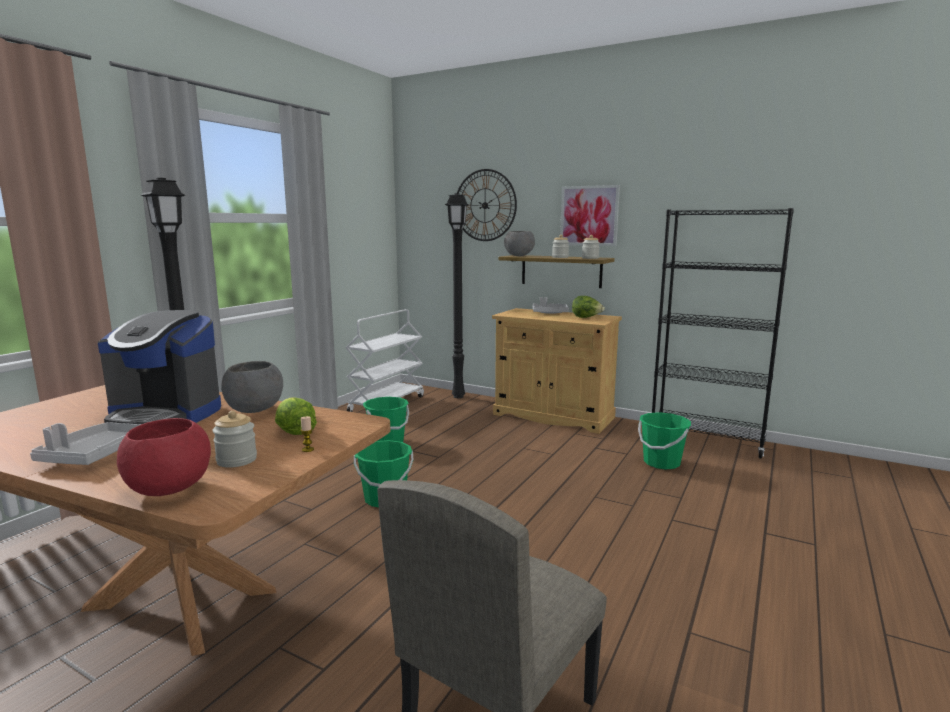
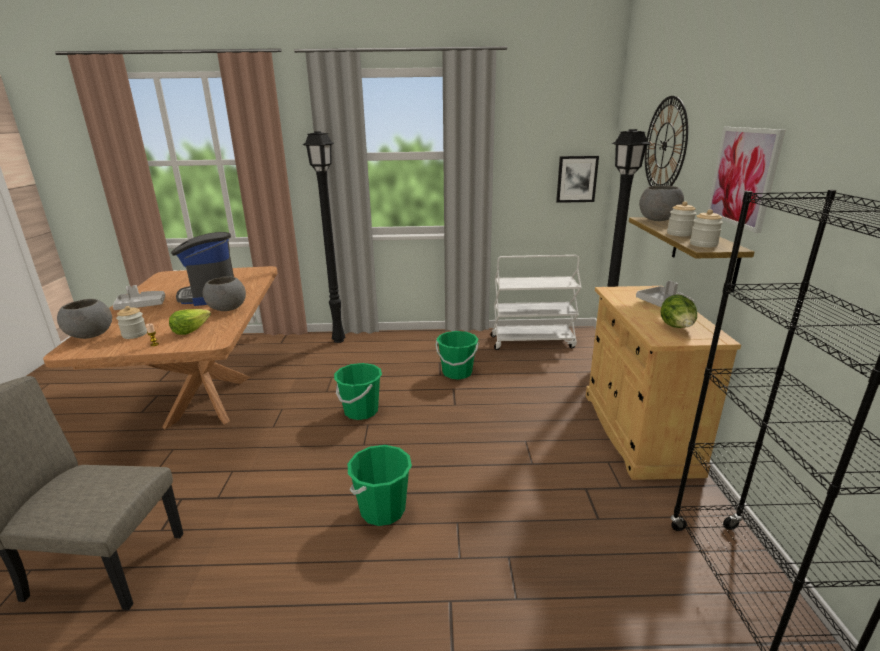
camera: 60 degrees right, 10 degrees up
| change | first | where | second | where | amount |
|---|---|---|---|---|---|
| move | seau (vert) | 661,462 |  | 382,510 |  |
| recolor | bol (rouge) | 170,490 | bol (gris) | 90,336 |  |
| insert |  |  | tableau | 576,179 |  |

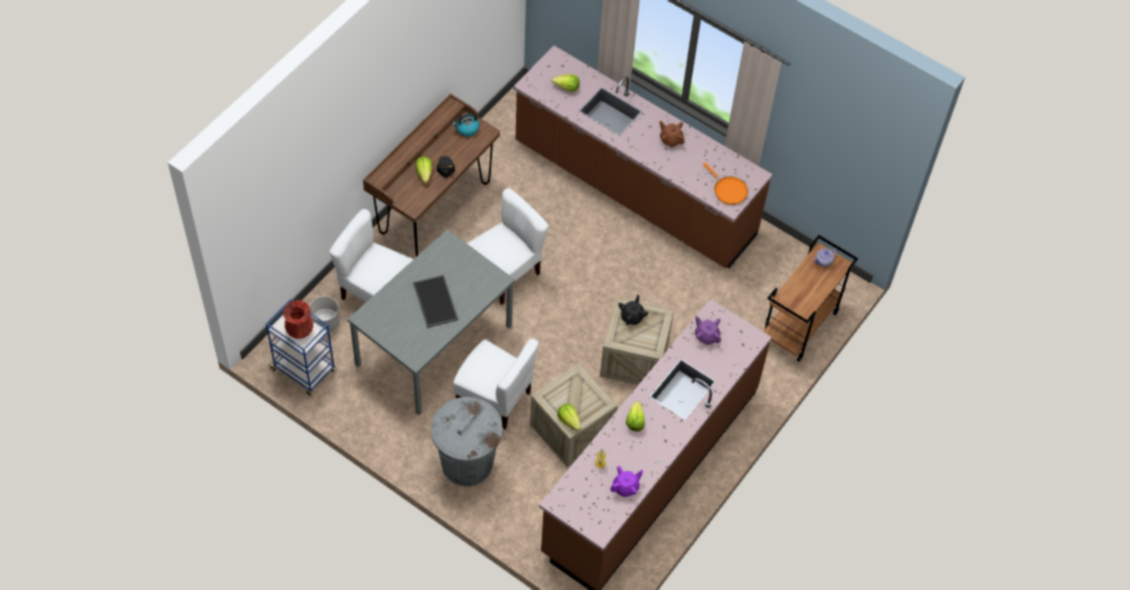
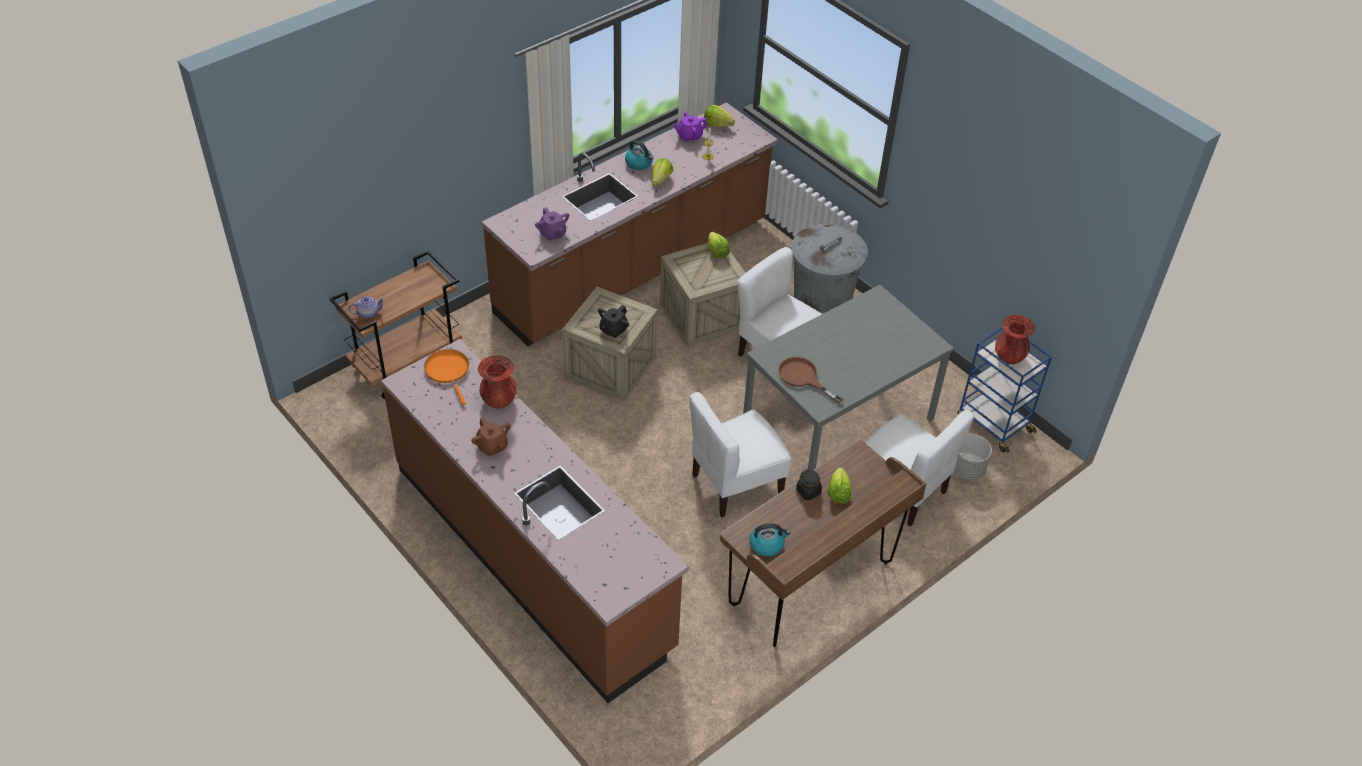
camera: 165 degrees left, 10 degrees down
| change | first | where | second | where | amount |
|---|---|---|---|---|---|
| move | laitue | 566,88 |  | 717,124 |  |
| delete | plateau | 436,301 |  |  |  |
| insert |  |  | bouilloire | 639,163 |  |
| insert |  |  | vase (rouge) | 498,400 |  |
| insert |  |  | poêle (marron) | 803,378 |  |

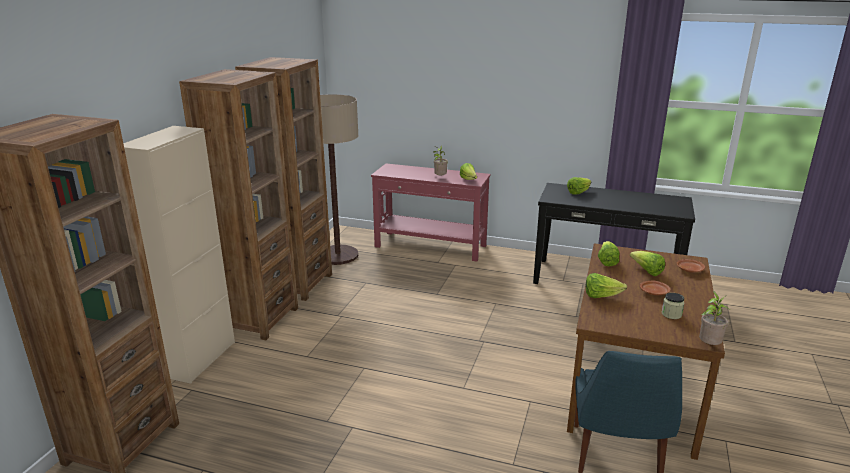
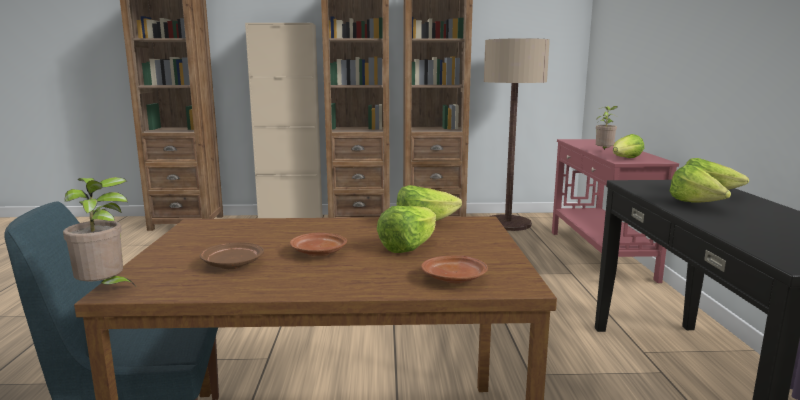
camera: 70 degrees right, 10 degrees down
| change | first | where | second | where | amount |
|---|---|---|---|---|---|
| move | laitue | 601,296 |  | 695,204 |  |
| replace | bocal | 671,314 | assiette (marron) | 232,264 |  |

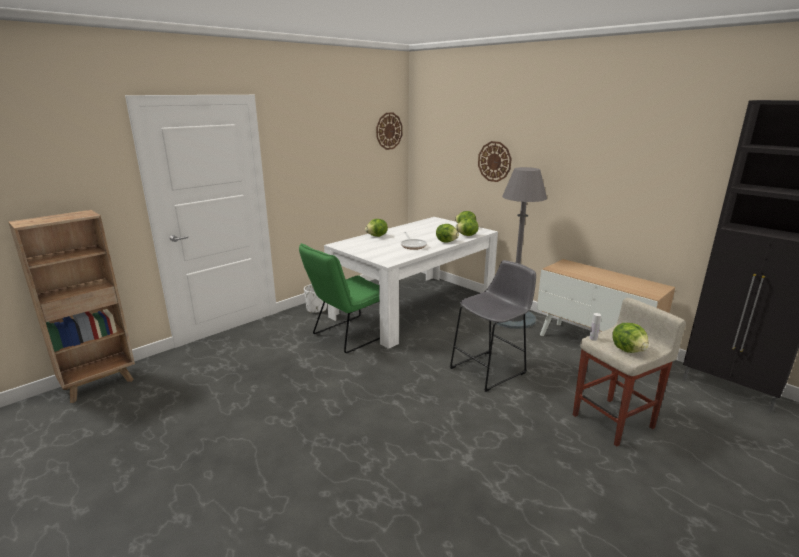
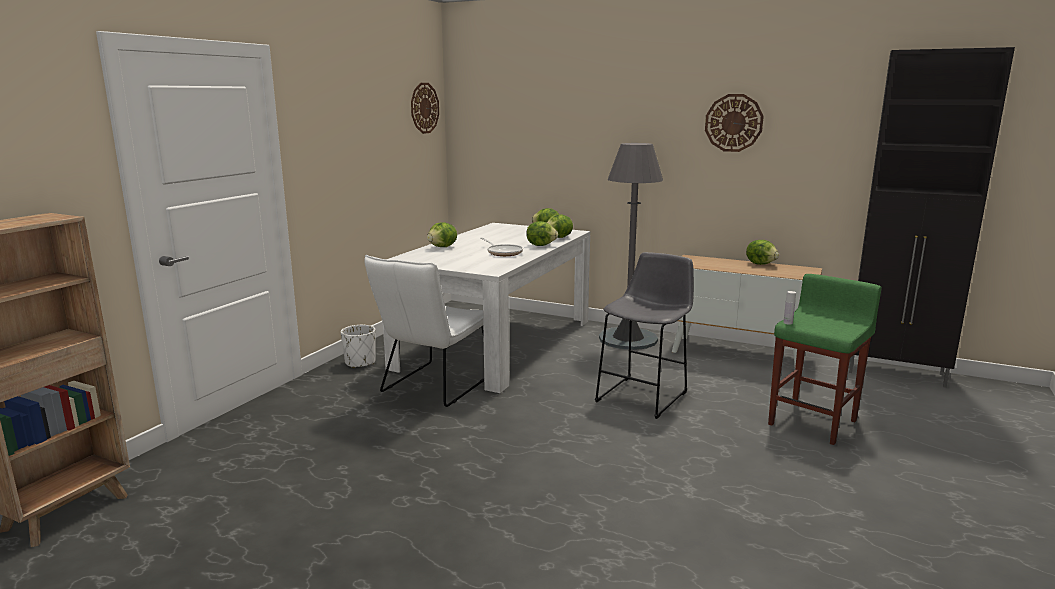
camera: 20 degrees left, 5 degrees down
| change | first | where | second | where | amount |
|---|---|---|---|---|---|
| move | horloge murale | 494,161 |  | 733,123 |  |
| recolor | chaise (vert) | 348,335 | chaise (blanc) | 432,387 |  |
| recolor | tabouret (beige) | 614,421 | tabouret (vert) | 813,422 |  |
| move | laitue | 628,350 |  | 761,264 |  |

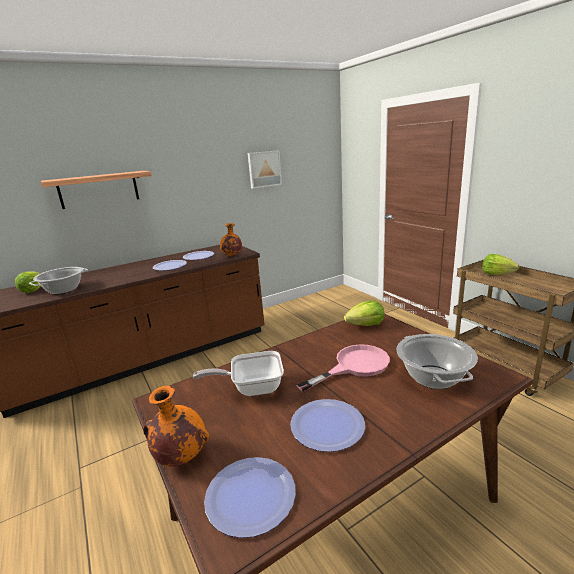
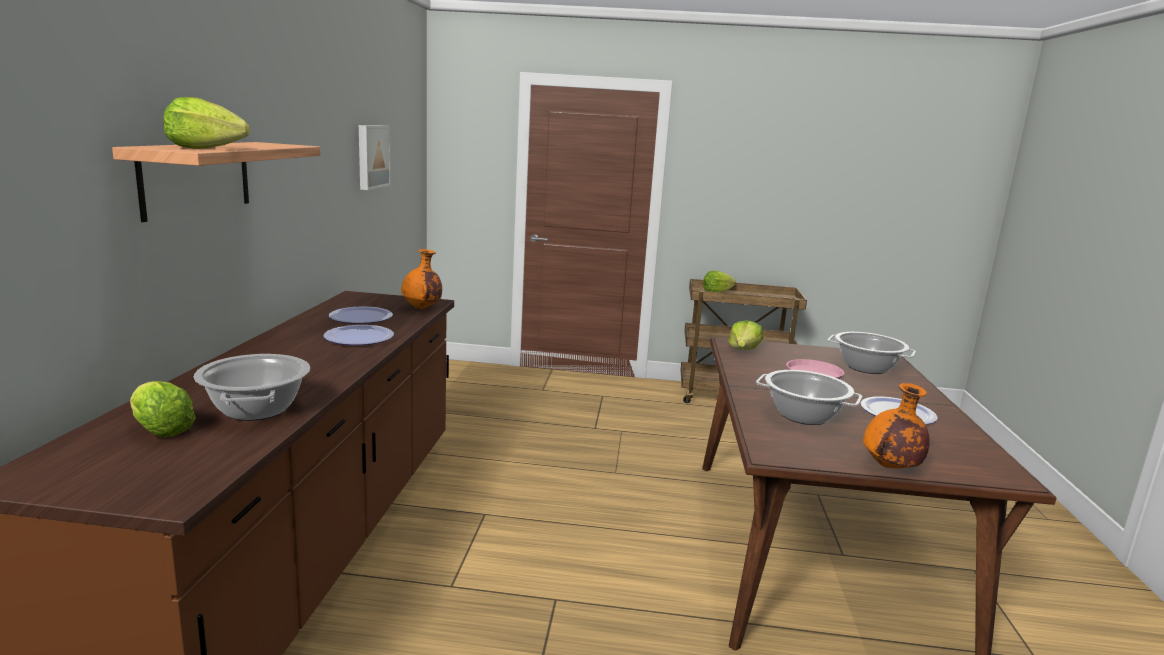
camera: 55 degrees left, 5 degrees down
| change | first | where | second | where | amount |
|---|---|---|---|---|---|
| replace | poêle | 252,388 | marmite | 803,416 |  |
| delete | assiette | 250,496 |  |  |  |
| insert |  |  | laitue | 204,148 |  |

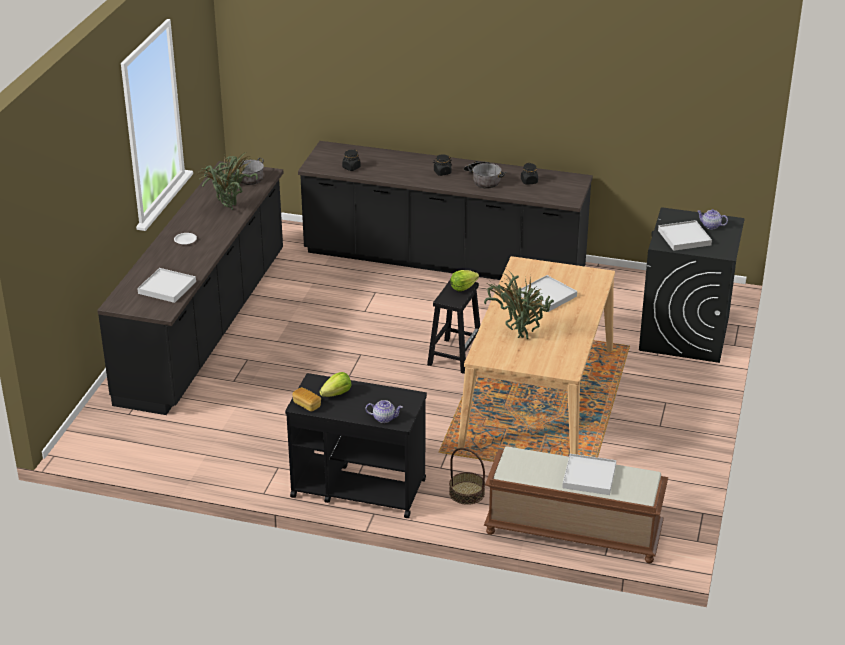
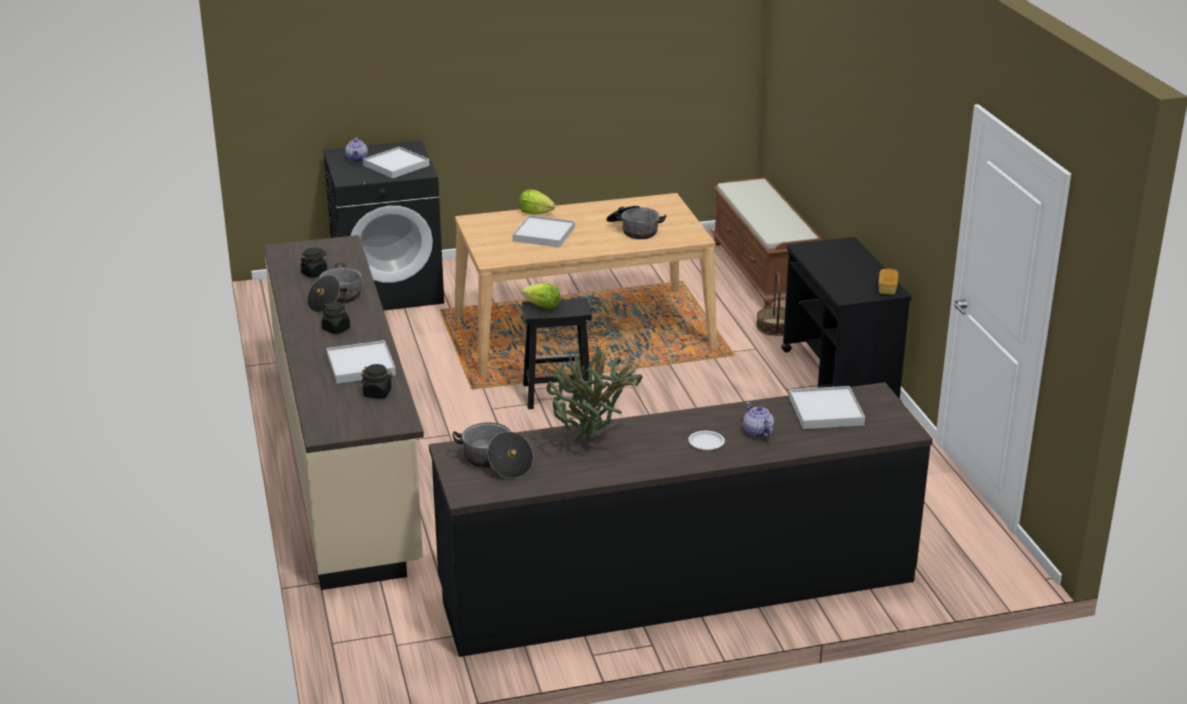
camera: 120 degrees left, 5 degrees down
| change | first | where | second | where | amount |
|---|---|---|---|---|---|
| recolor | comptoir de cuisine (noir) | 444,261 | comptoir de cuisine (beige) | 346,461 |  |
| replace | plante en pot | 519,335 | marmite | 634,230 |  |
| move | laitue | 337,394 |  | 535,213 |  |
| move | théière | 384,418 |  | 757,432 |  |
| move | plateau (blanc) | 589,476 |  | 361,365 |  |

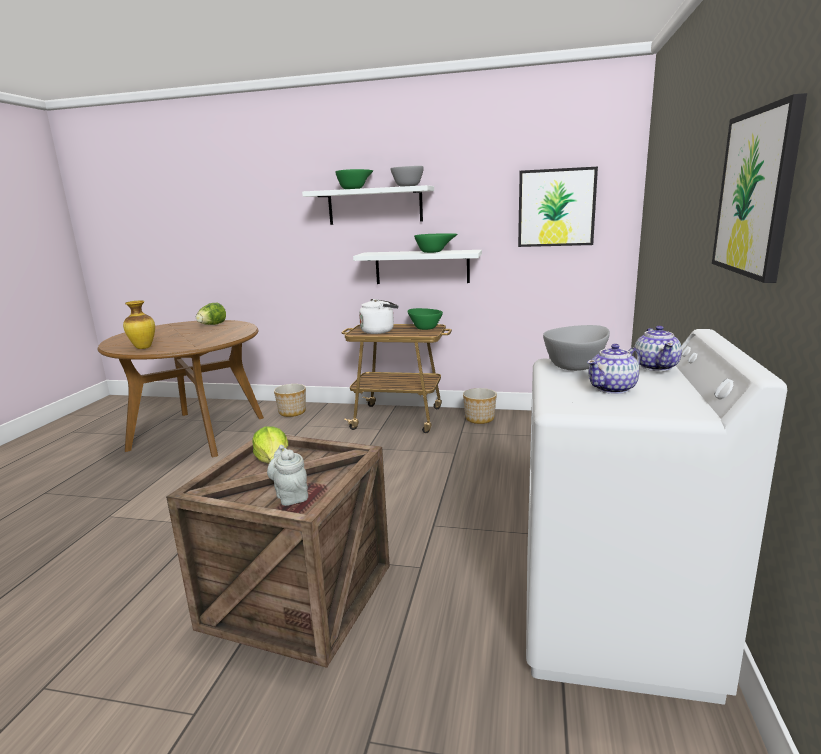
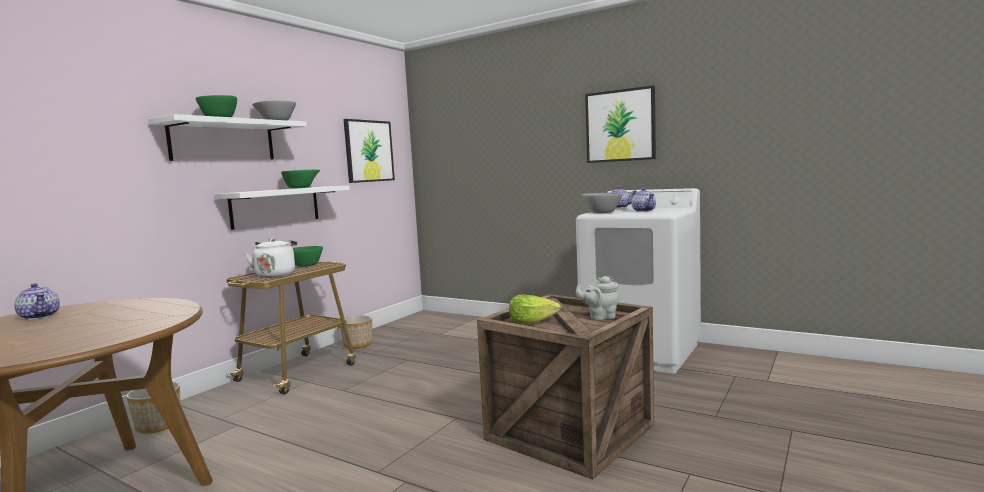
camera: 70 degrees left, 10 degrees down
| change | first | where | second | where | amount |
|---|---|---|---|---|---|
| delete | vase | 143,348 |  |  |  |
| replace | laitue | 212,325 | théière | 40,316 |  |

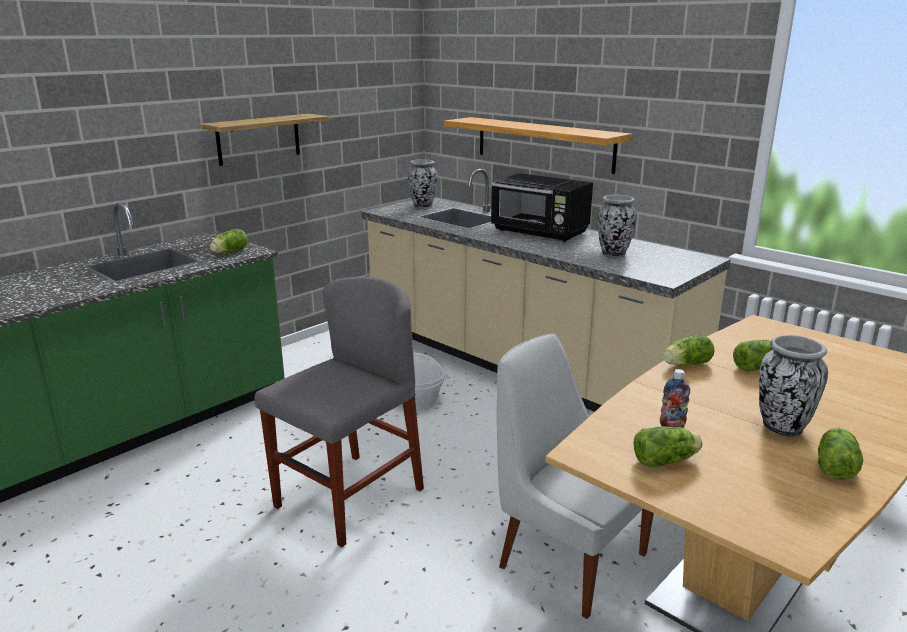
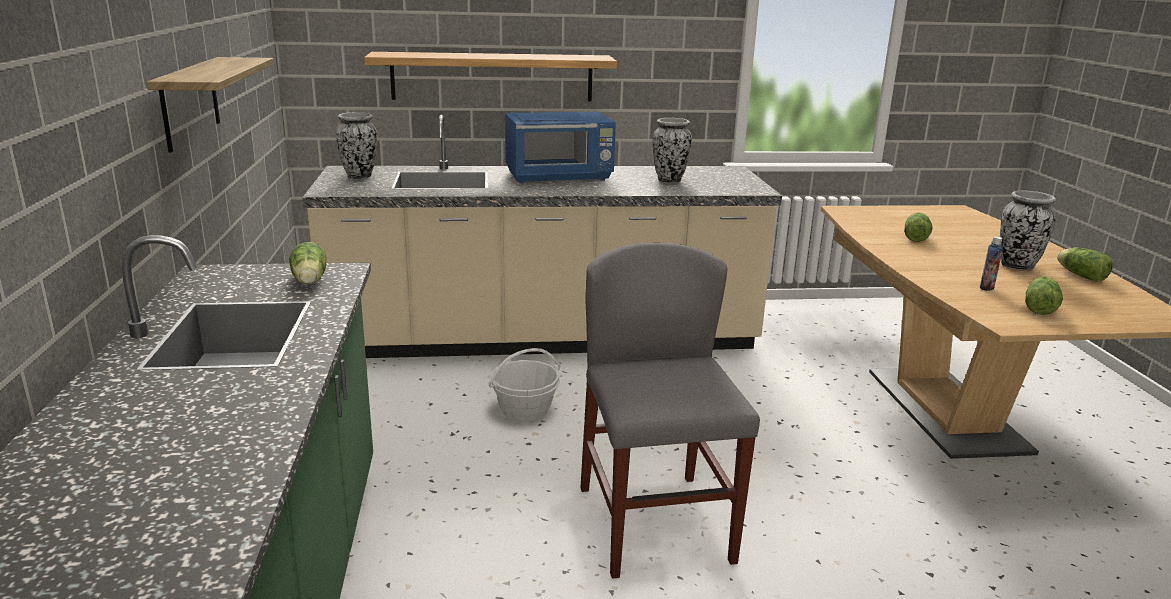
camera: 50 degrees left, 0 degrees up
| change | first | where | second | where | amount |
|---|---|---|---|---|---|
| recolor | micro-ondes (noir) | 540,232 | micro-ondes (bleu) | 560,177 |  |
| delete | chaise (blanc) | 567,558 |  |  |  |
| delete | laitue | 685,364 |  |  |  |

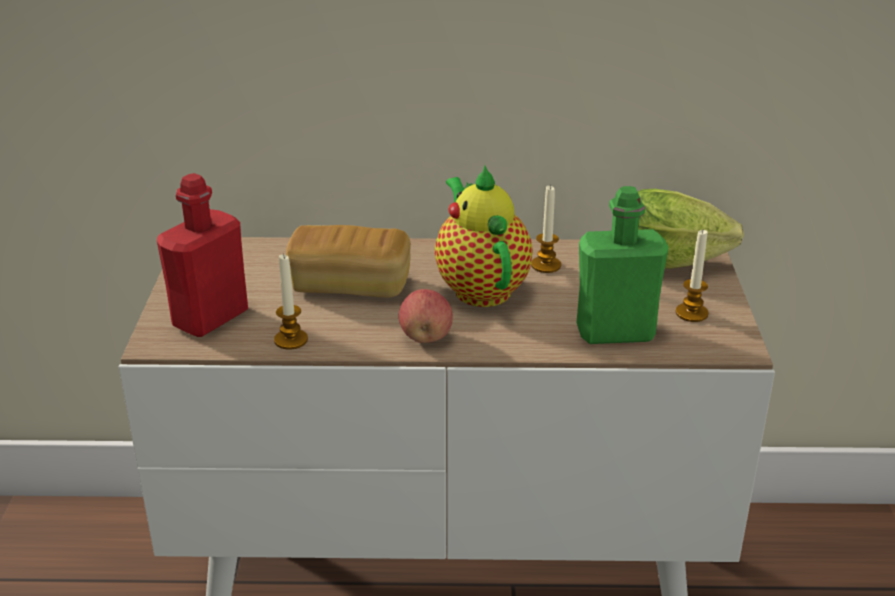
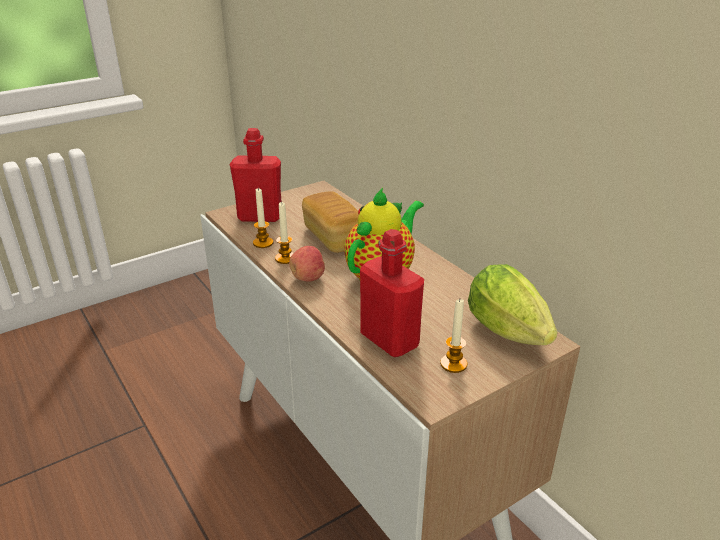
camera: 55 degrees right, 0 degrees up
| change | first | where | second | where | amount |
|---|---|---|---|---|---|
| move | bougie | 546,265 |  | 285,258 |  |
| recolor | bouteille (vert) | 615,332 | bouteille (rouge) | 389,340 |  |

